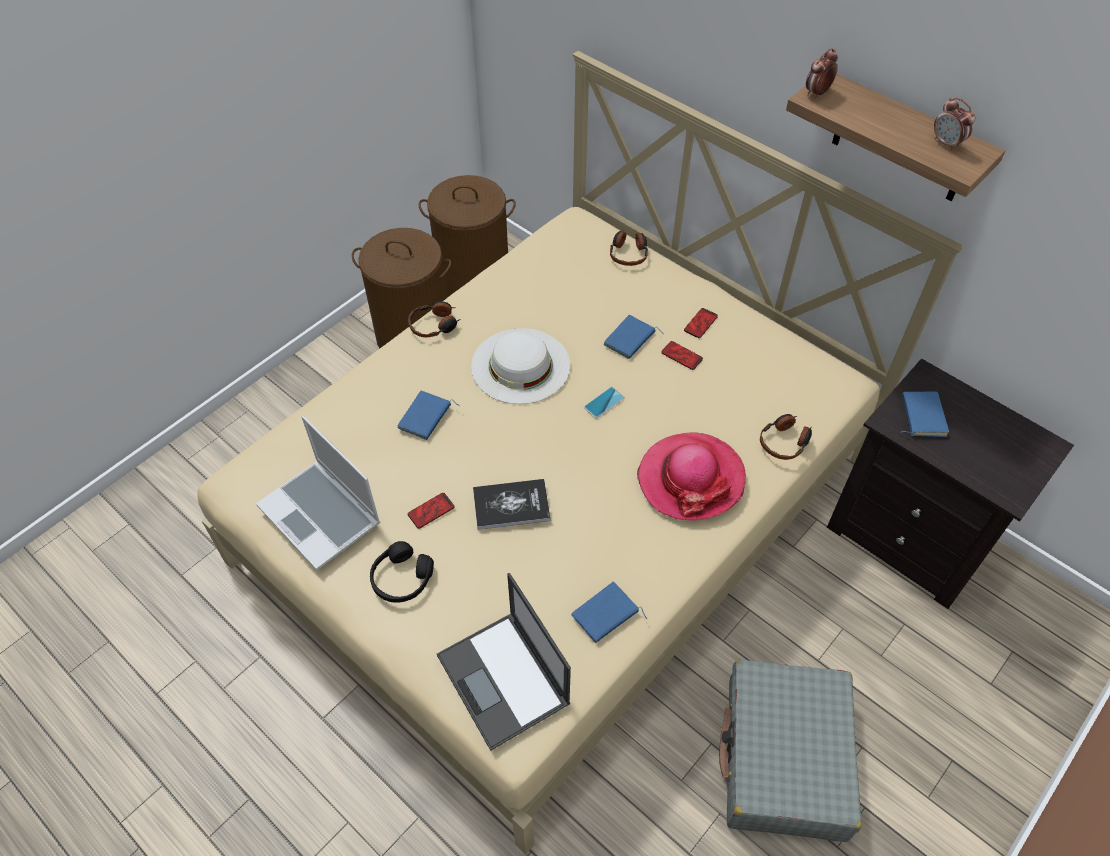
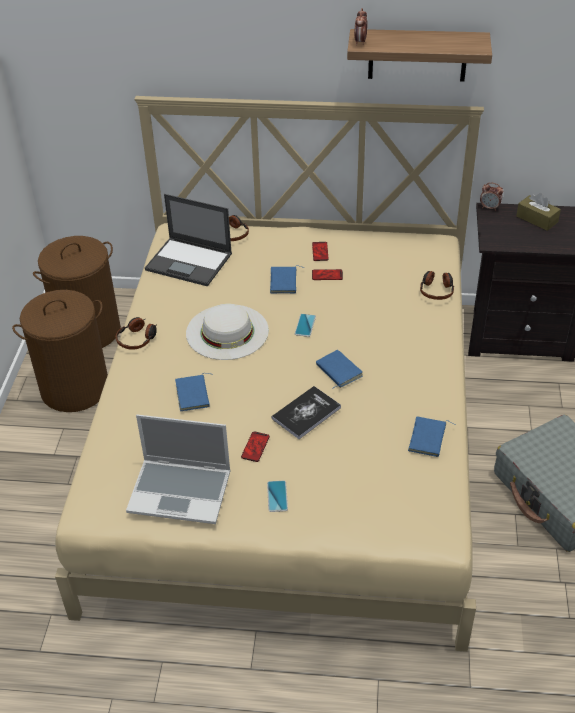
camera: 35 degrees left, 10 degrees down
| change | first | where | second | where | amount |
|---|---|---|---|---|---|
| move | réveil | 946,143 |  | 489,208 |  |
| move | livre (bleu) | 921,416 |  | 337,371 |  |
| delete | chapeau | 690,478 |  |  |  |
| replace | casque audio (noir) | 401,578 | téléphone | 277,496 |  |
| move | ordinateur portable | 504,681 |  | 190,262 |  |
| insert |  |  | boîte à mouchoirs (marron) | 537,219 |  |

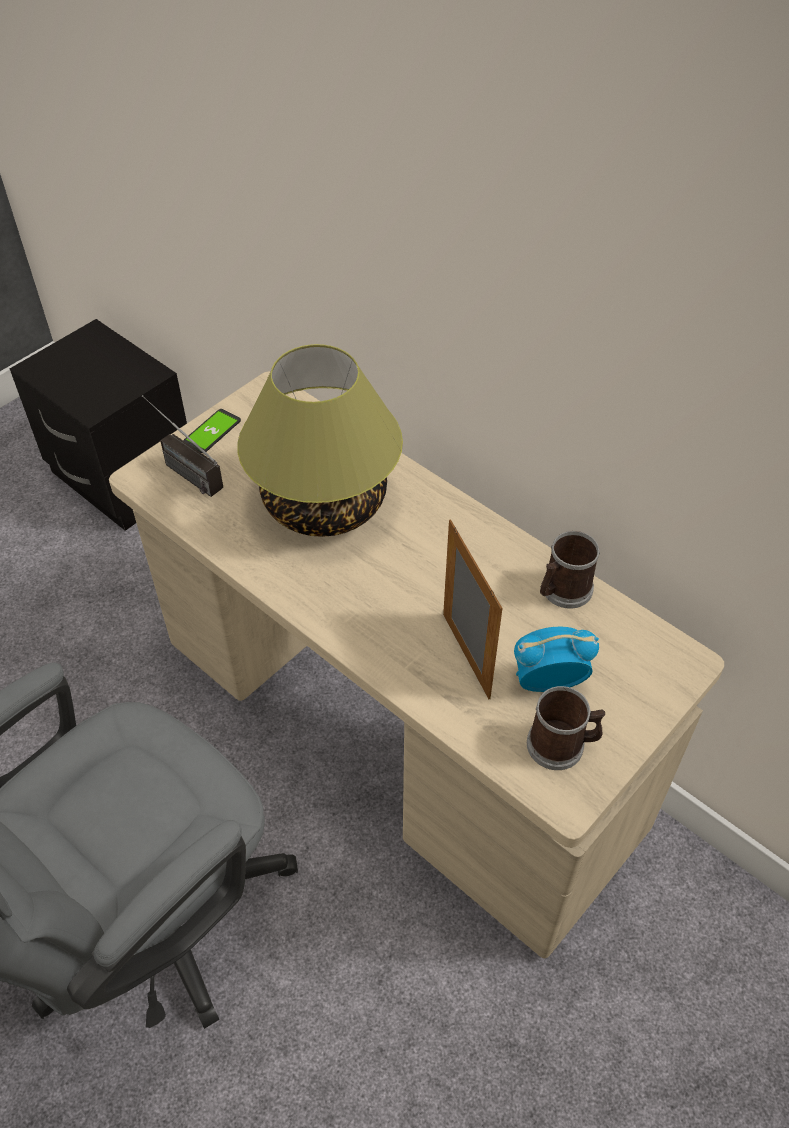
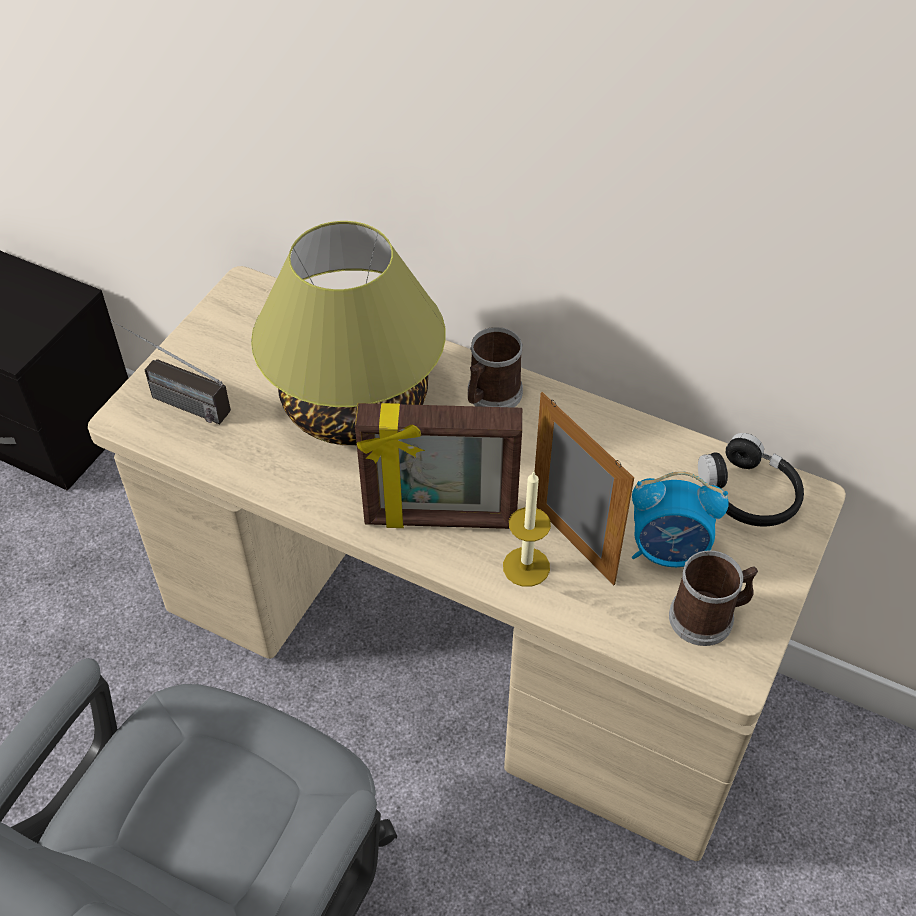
camera: 15 degrees left, 0 degrees up
| change | first | where | second | where | amount |
|---|---|---|---|---|---|
| delete | téléphone | 212,432 |  |  |  |
| move | mug | 562,591 |  | 490,396 |  |
| rotate | réveil | 547,681 |  | 669,551 | 150 degrees counterclockwise |
| insert |  |  | cadre photo | 440,519 |  |
| insert |  |  | casque audio (noir) | 748,494 |  |
| insert |  |  | bougie | 526,567 |  |

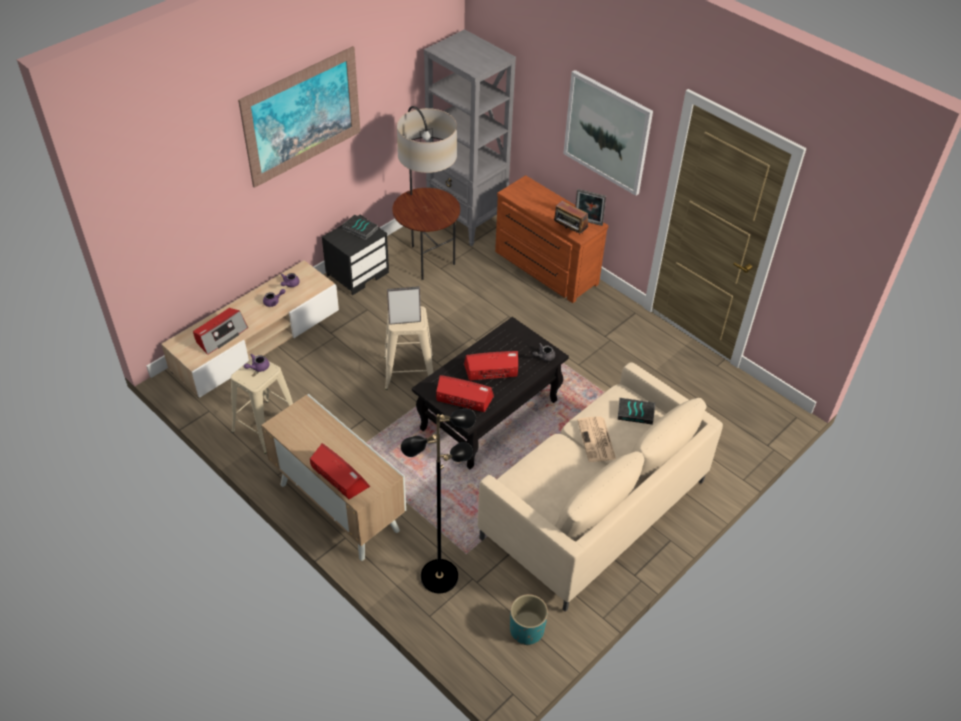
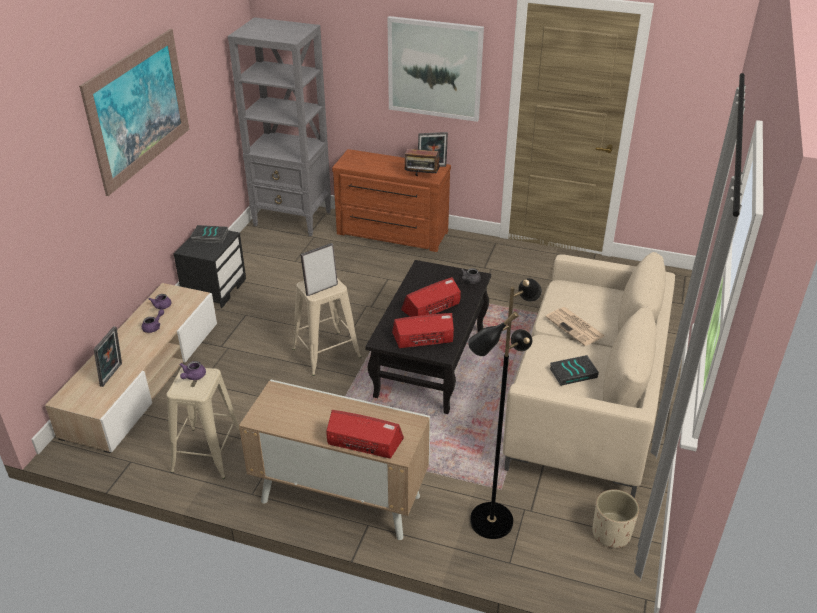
camera: 25 degrees left, 10 degrees down
| change | first | where | second | where | amount |
|---|---|---|---|---|---|
| delete | lampadaire | 427,260 |  |  |  |
| replace | radio | 220,335 | cadre photo | 113,375 |  |
| move | livre | 636,412 |  | 573,372 |  |
| recolor | cache-pot (turquoise) | 526,630 | cache-pot (beige) | 611,533 |  |

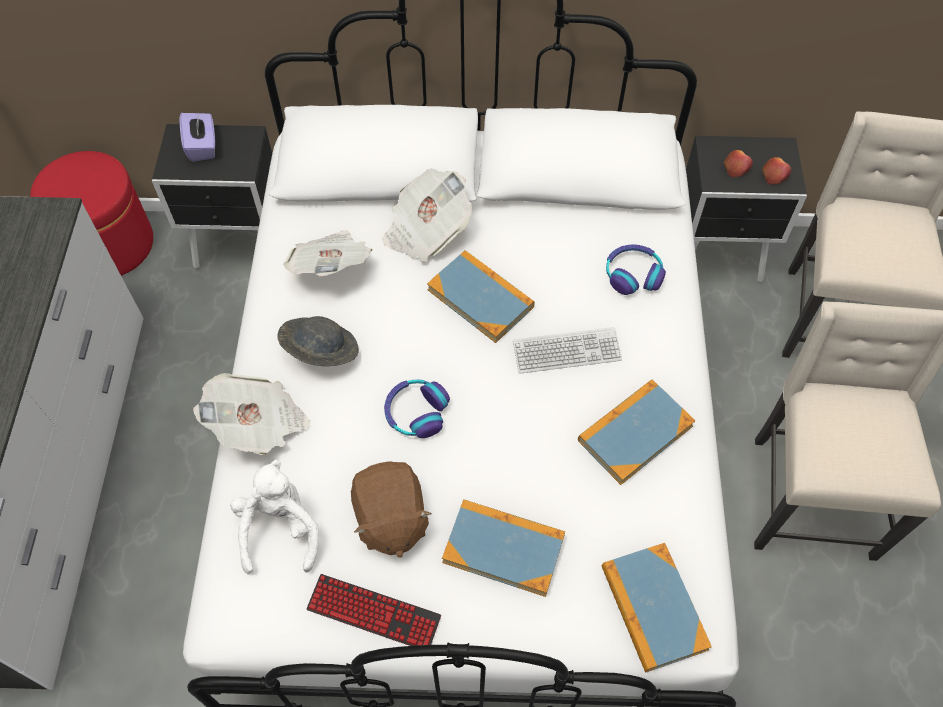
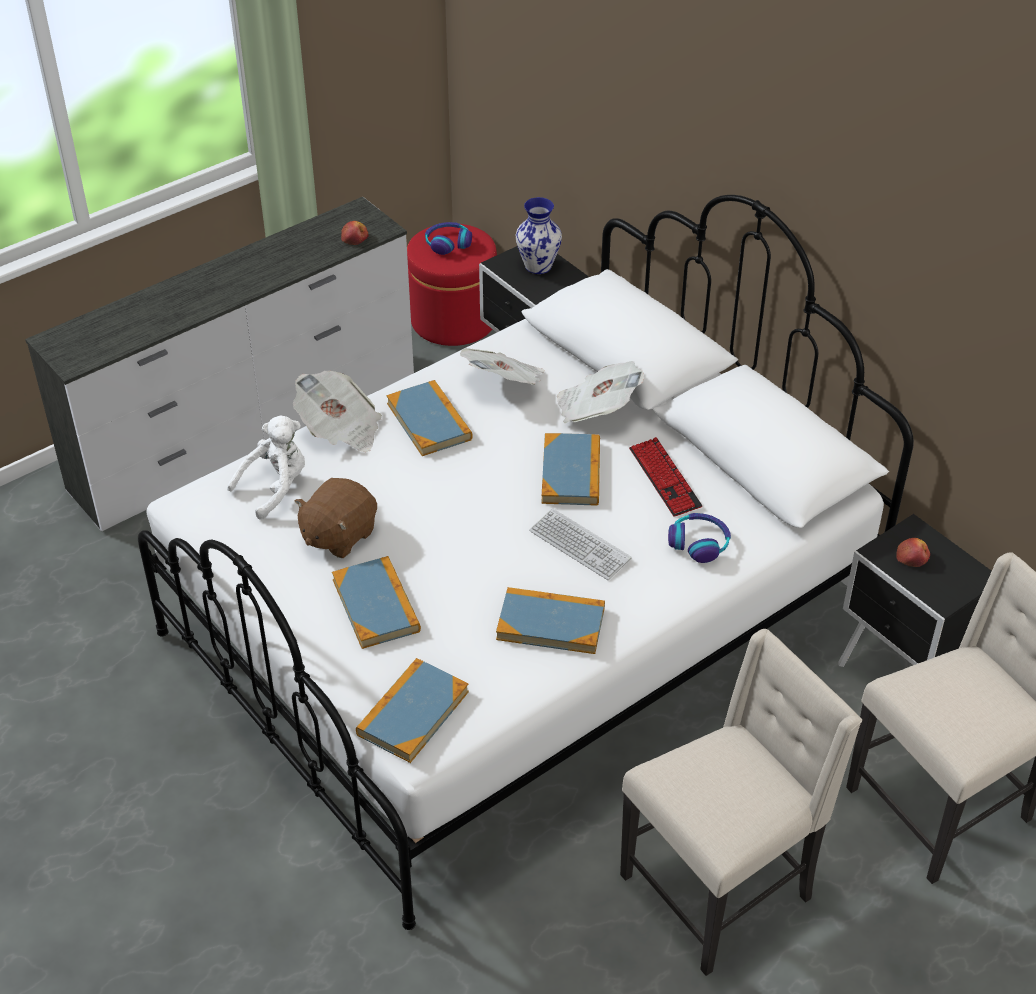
camera: 50 degrees right, 15 degrees down
| change | first | where | second | where | amount |
|---|---|---|---|---|---|
| replace | boîte à mouchoirs (violet) | 202,146 | vase | 538,266 |  |
| move | pomme | 774,174 |  | 355,238 |  |
| replace | chapeau (gris) | 320,351 | livre | 429,421 |  |
| move | casque audio | 416,412 |  | 448,243 |  |
| move | clavier | 373,613 |  | 664,478 |  |

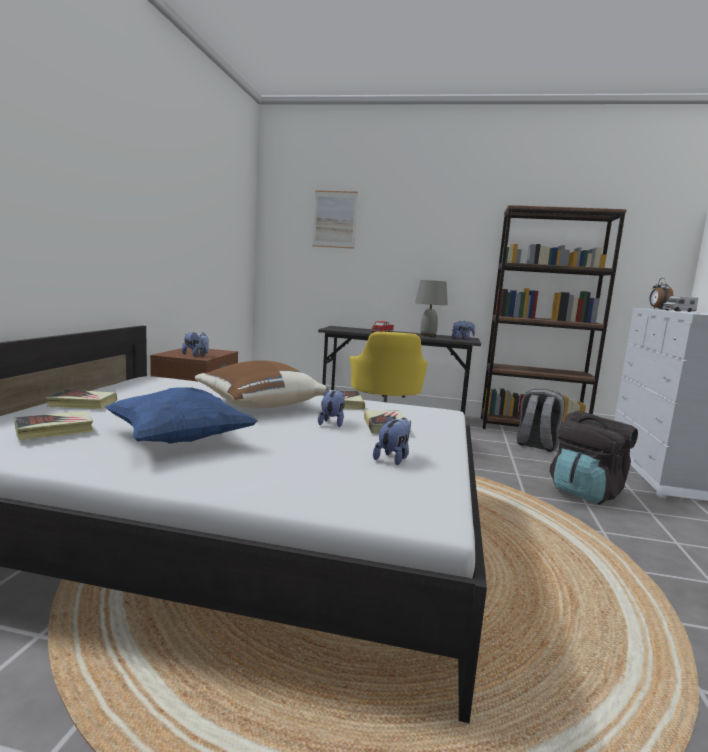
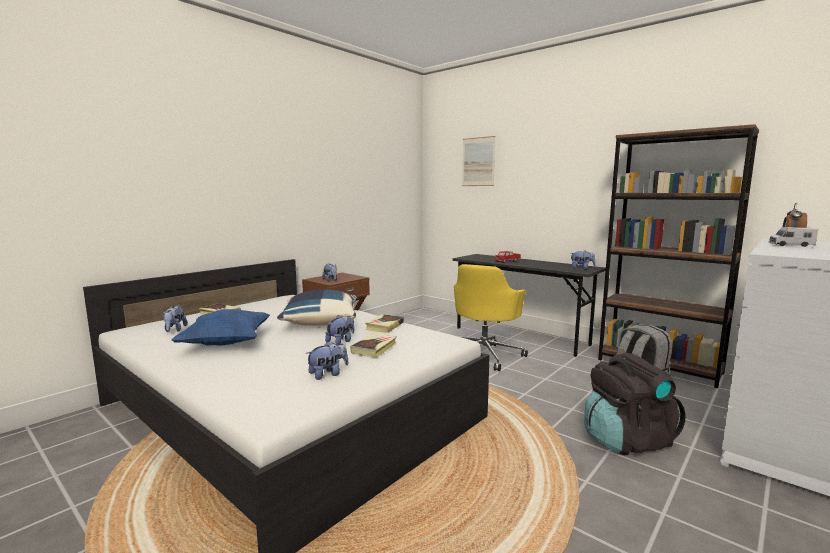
camera: 30 degrees right, 0 degrees up
| change | first | where | second | where | amount |
|---|---|---|---|---|---|
| delete | lampe de table (gris) | 428,335 |  |  |  |
| recolor | coussin (marron) | 259,405 | coussin (bleu) | 320,322 |  |
| replace | livre | 55,430 | peluche | 174,330 |  |

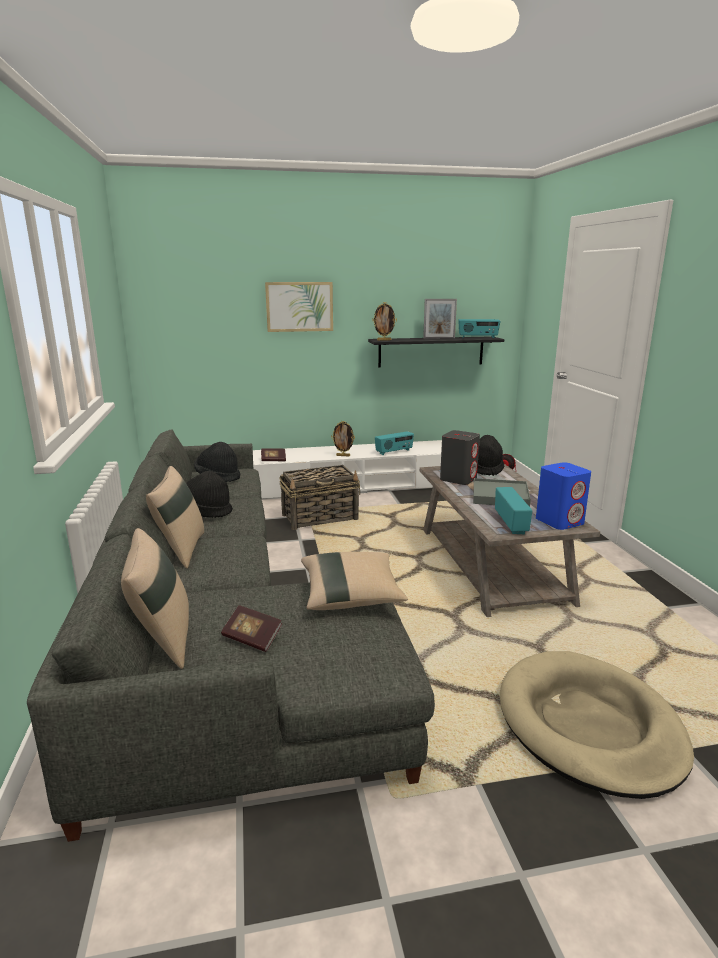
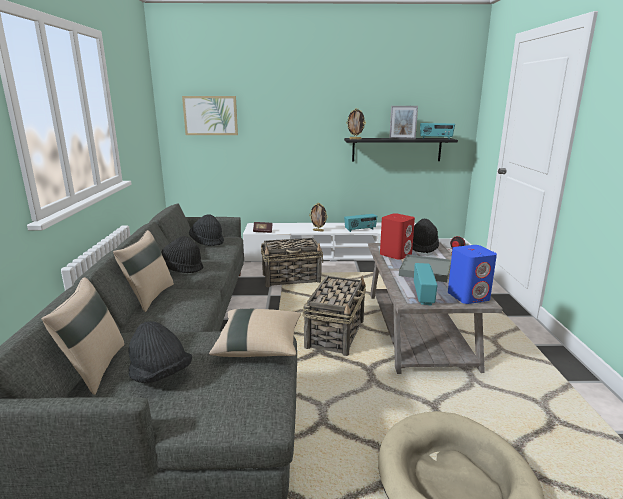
camera: 10 degrees right, 0 degrees up
| change | first | where | second | where | amount |
|---|---|---|---|---|---|
| move | tableau | 299,306 |  | 210,115 |  |
| recolor | enceinte (gris) | 458,479 | enceinte (rouge) | 396,254 |  |
| replace | livre | 252,638 | chapeau (noir) | 160,375 |  |
| insert |  |  | panier | 335,334 |  |

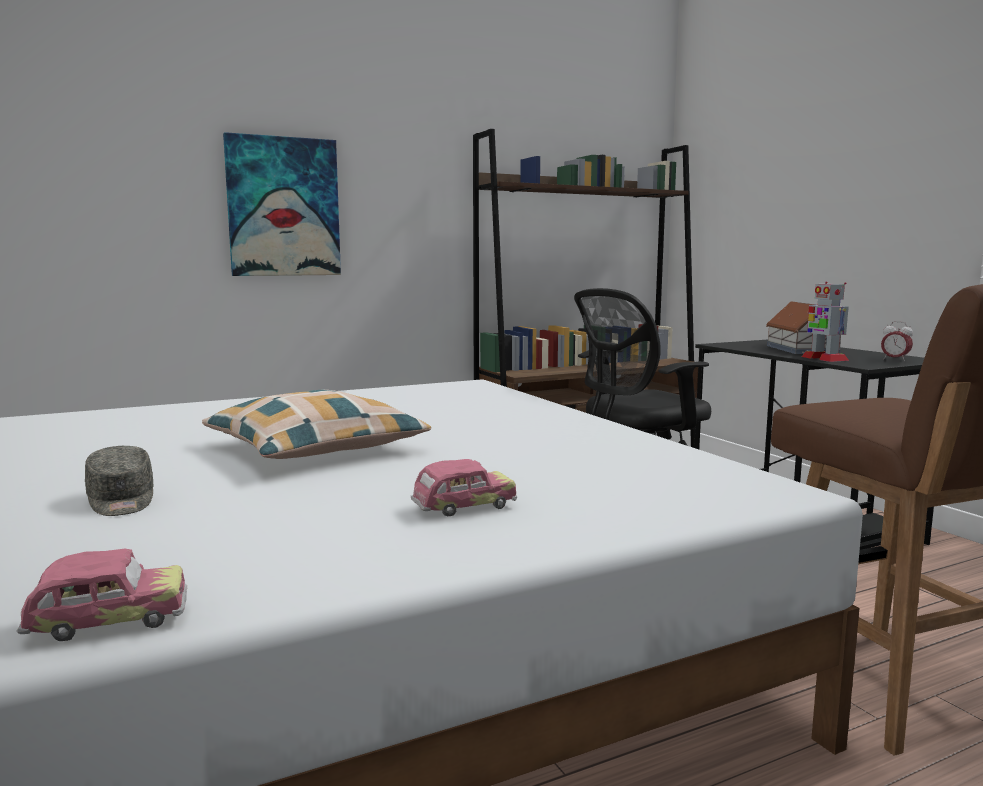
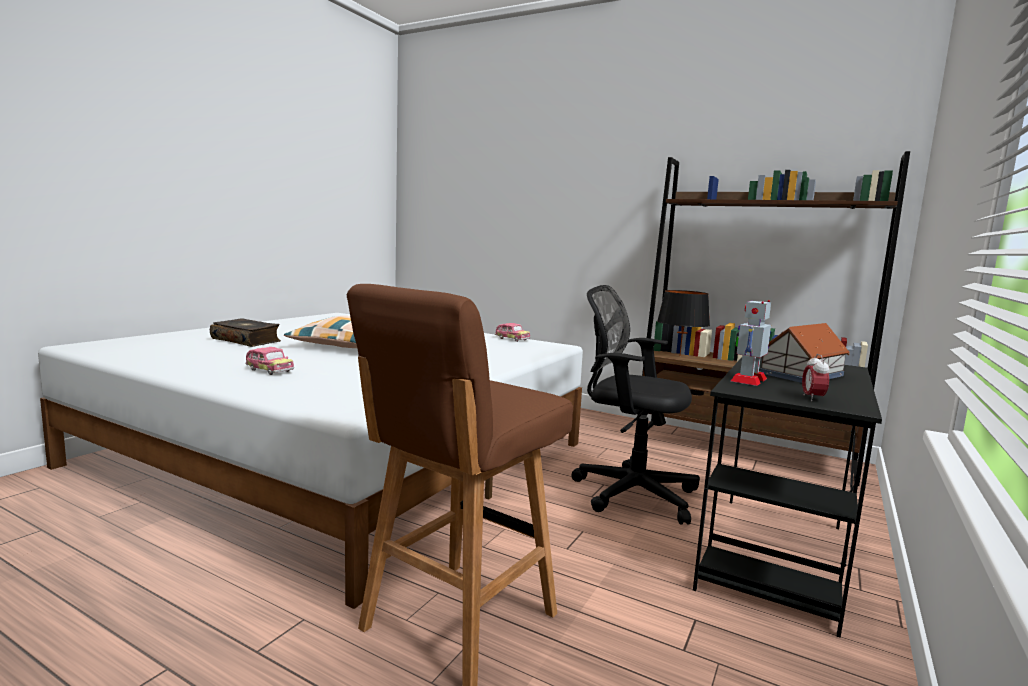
camera: 55 degrees right, 0 degrees up
| change | first | where | second | where | amount |
|---|---|---|---|---|---|
| delete | tableau | 283,207 |  |  |  |
| replace | casquette (gris) | 121,501 | livre | 247,340 |  |
| move | petite voiture | 109,622 |  | 512,339 |  |
| insert |  |  | lampe de table (noir) | 679,356 |  |

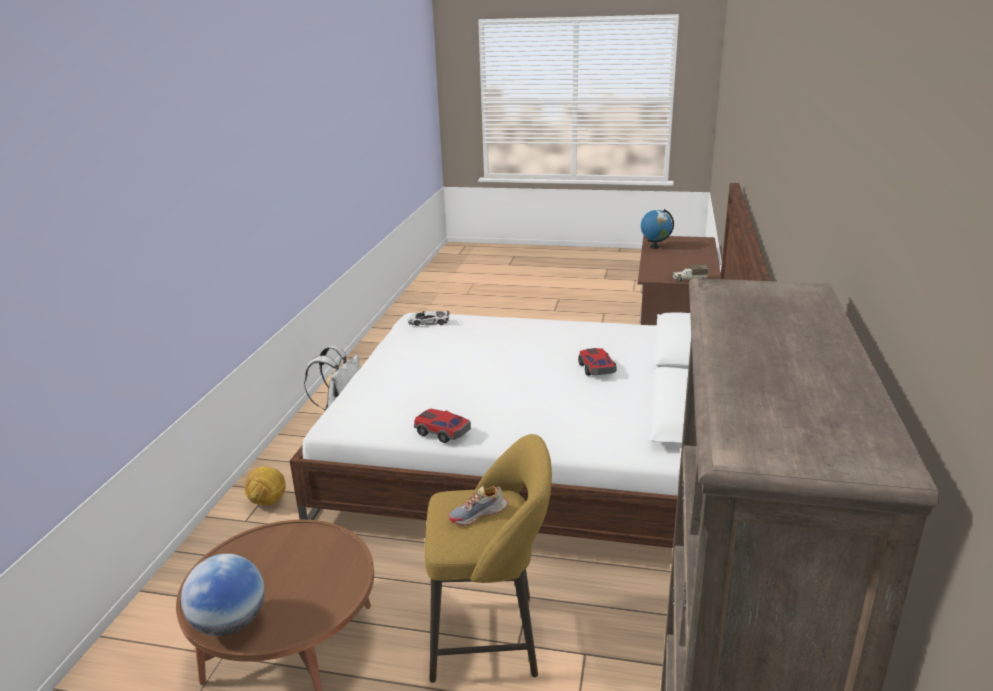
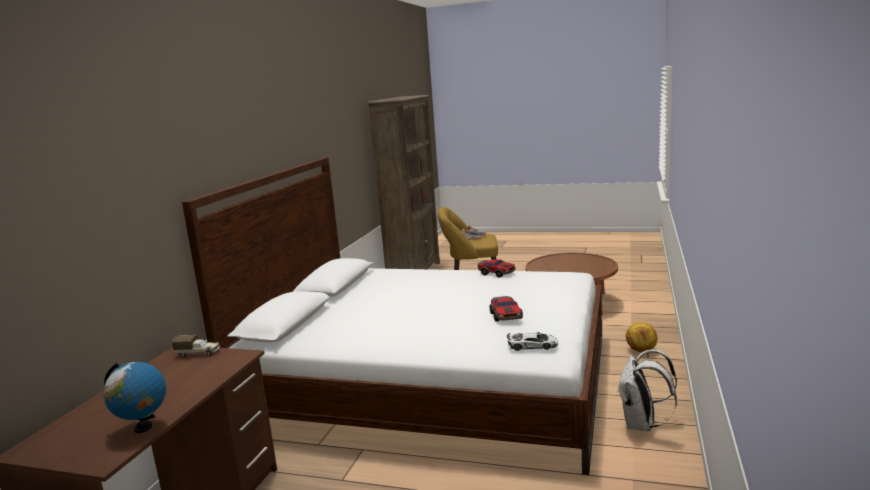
camera: 175 degrees left, 10 degrees down
| change | first | where | second | where | amount |
|---|---|---|---|---|---|
| move | petite voiture | 596,368 |  | 506,315 |  |
| delete | globe | 230,623 |  |  |  |

